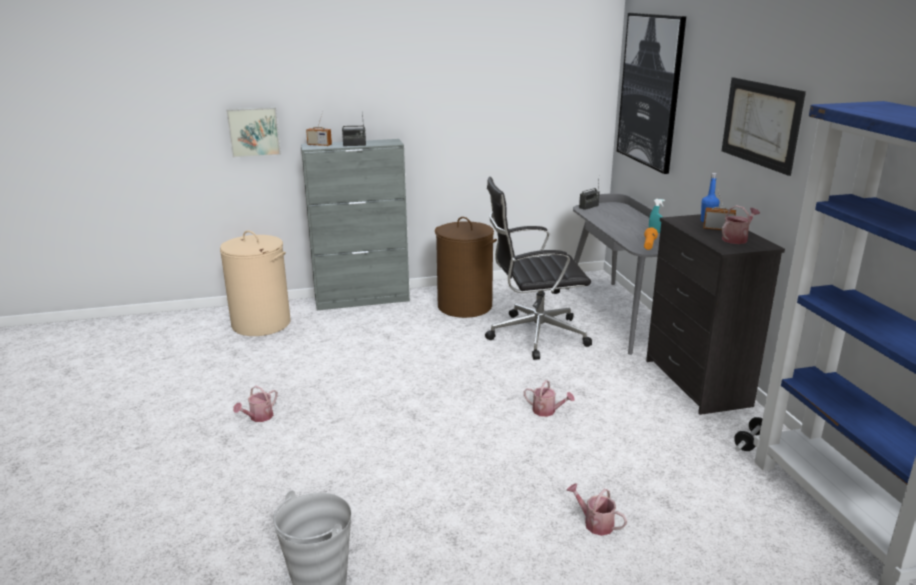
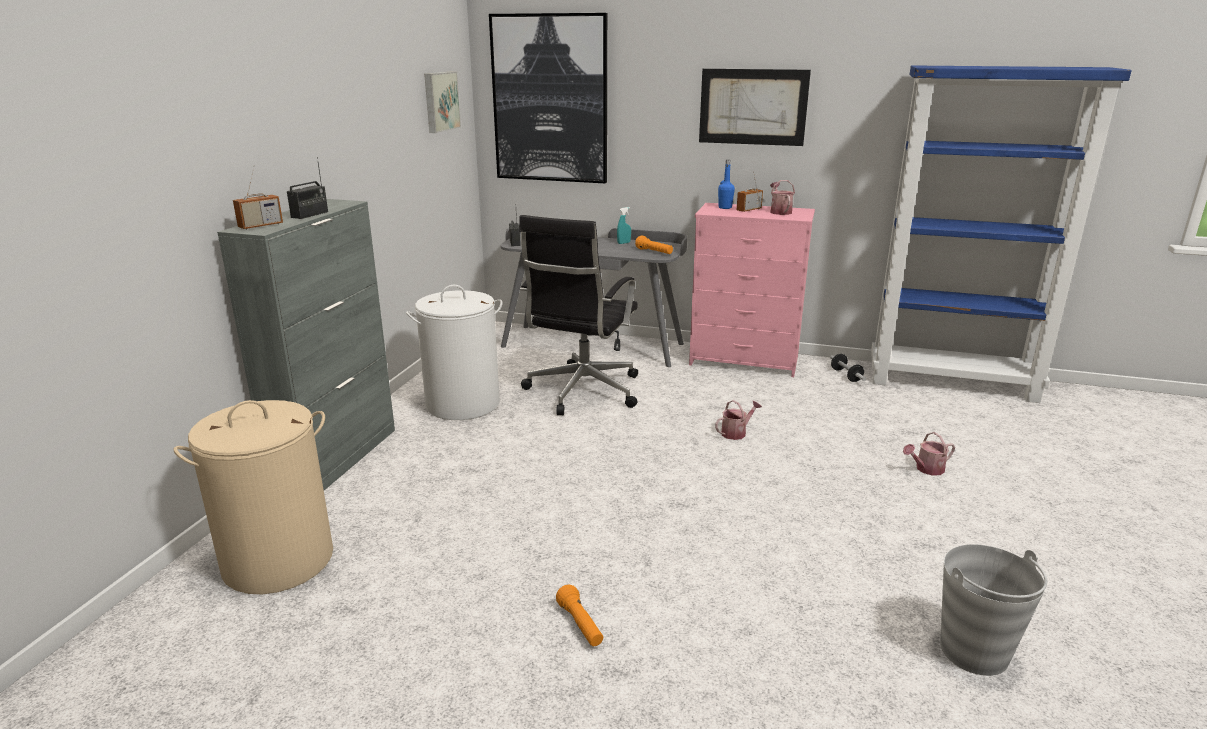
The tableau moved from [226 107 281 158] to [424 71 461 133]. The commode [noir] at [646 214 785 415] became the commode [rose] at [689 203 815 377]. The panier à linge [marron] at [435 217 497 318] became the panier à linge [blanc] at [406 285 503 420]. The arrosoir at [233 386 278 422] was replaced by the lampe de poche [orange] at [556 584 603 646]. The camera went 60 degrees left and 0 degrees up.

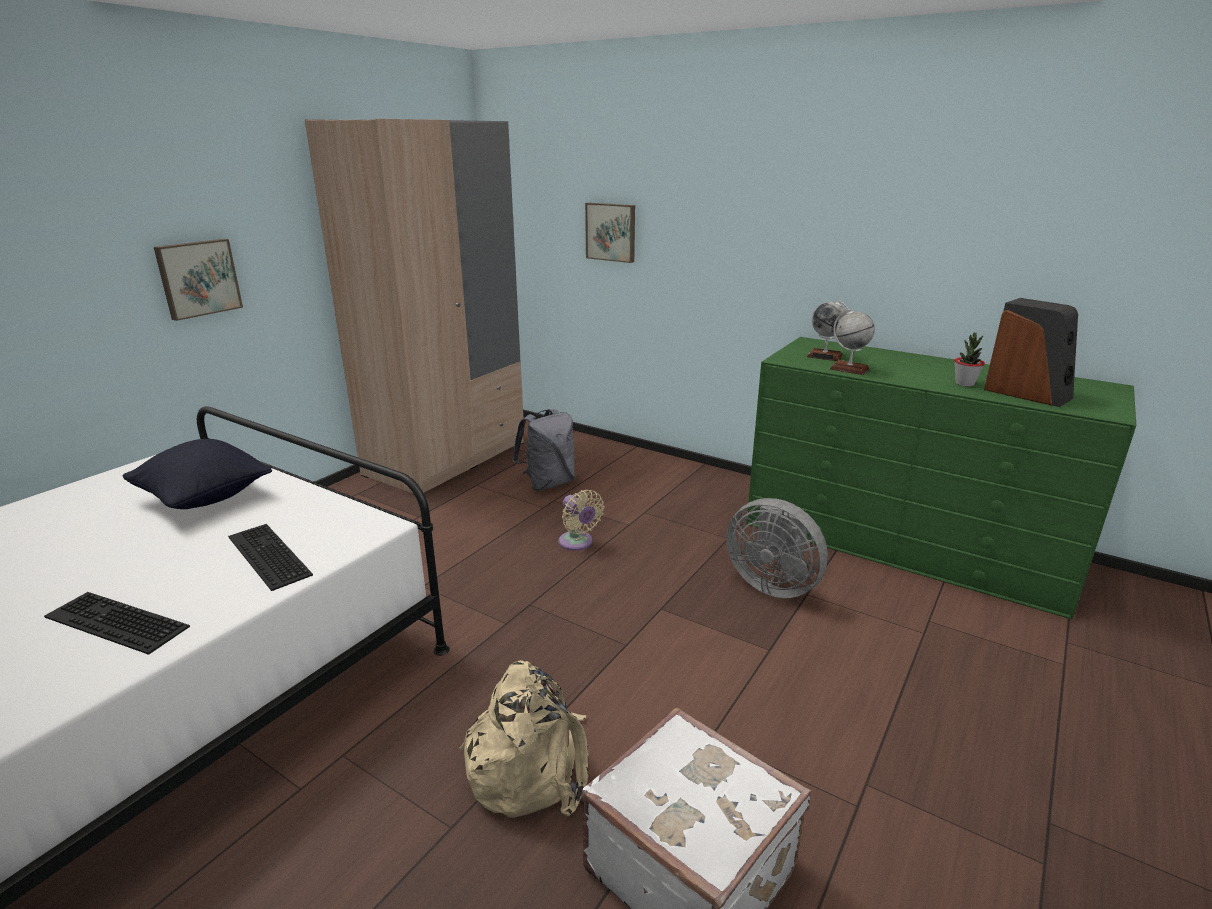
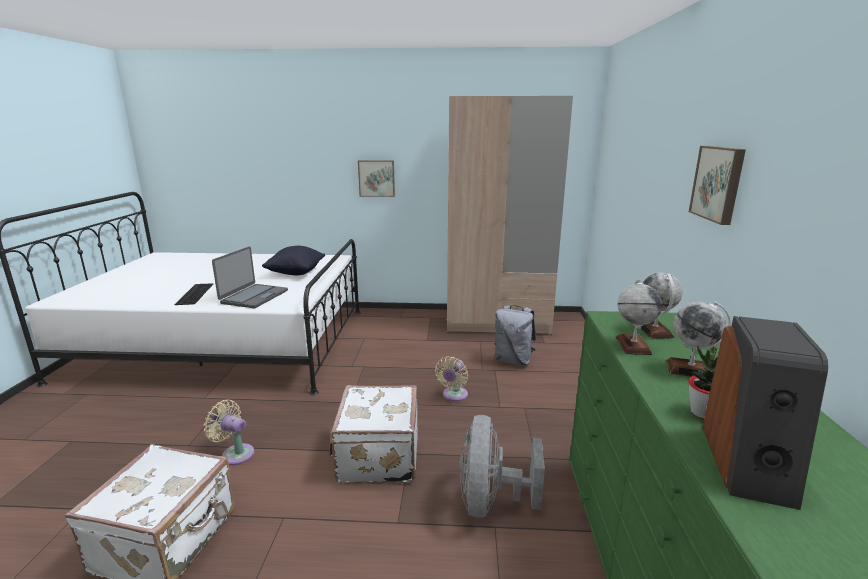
The tableau moved from [585 203 635 263] to [689 146 746 225]. The clavier at [228 524 313 591] was replaced by the ordinateur portable at [212 246 288 308]. The sac à dos [beige] at [459 660 589 818] was replaced by the ventilateur [beige] at [204 400 255 465]. The globe at [666 301 731 376] appeared. The valise [blanc] at [329 385 418 484] appeared. The camera went 60 degrees right and 5 degrees down.

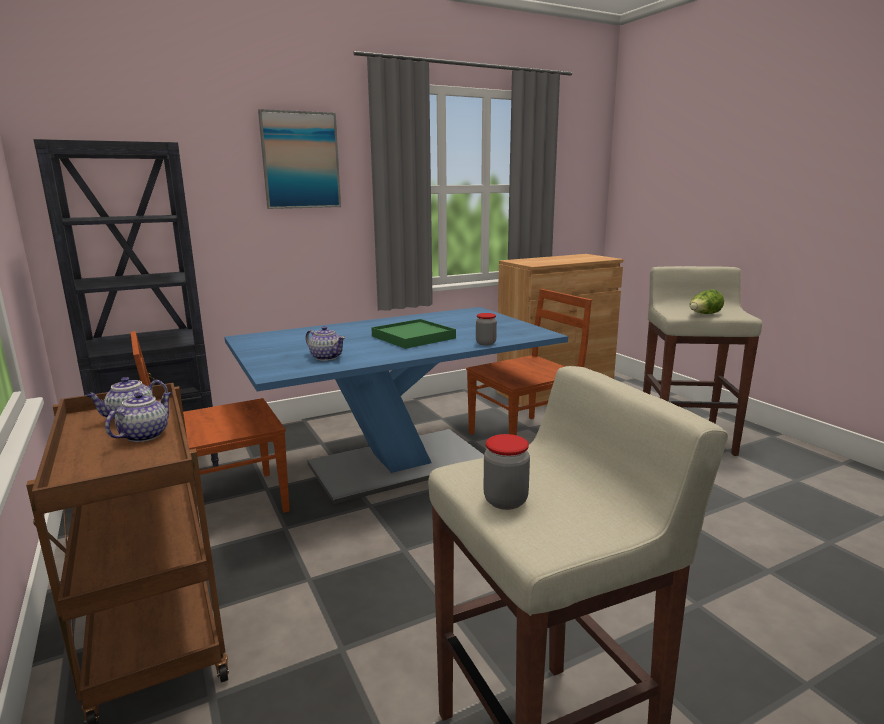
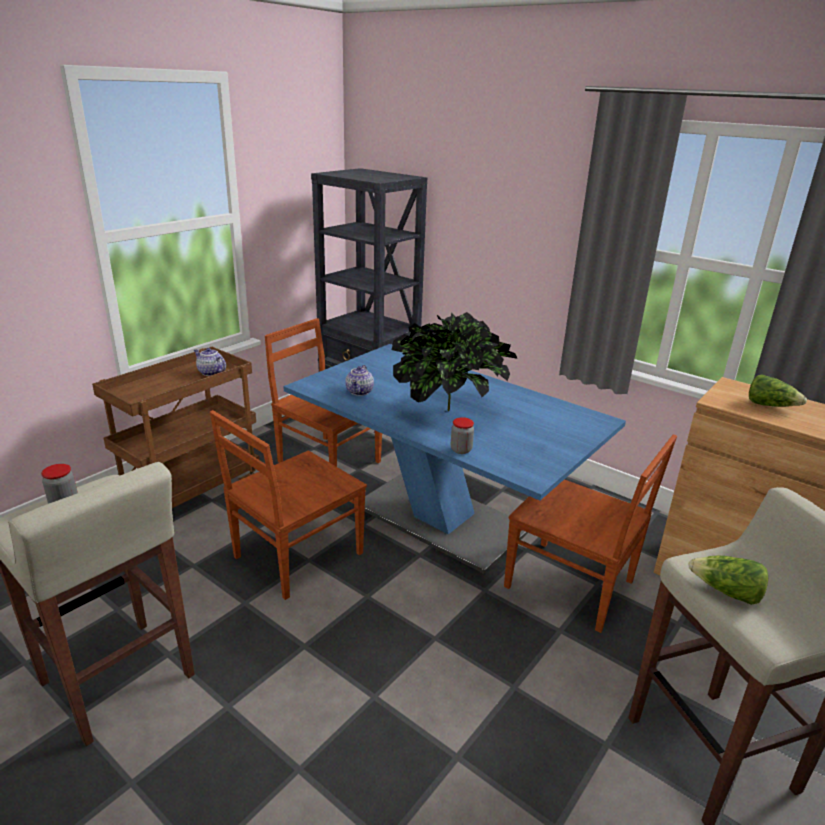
The tableau at [258 109 341 209] disappeared. The plateau [vert] at [371 319 456 349] was replaced by the plante en pot at [392 312 517 411]. The théière at [105 392 172 442] disappeared. The laitue at [749 374 807 407] appeared. The chaise [marron] at [210 410 367 600] appeared. The camera went 65 degrees right and 10 degrees up.

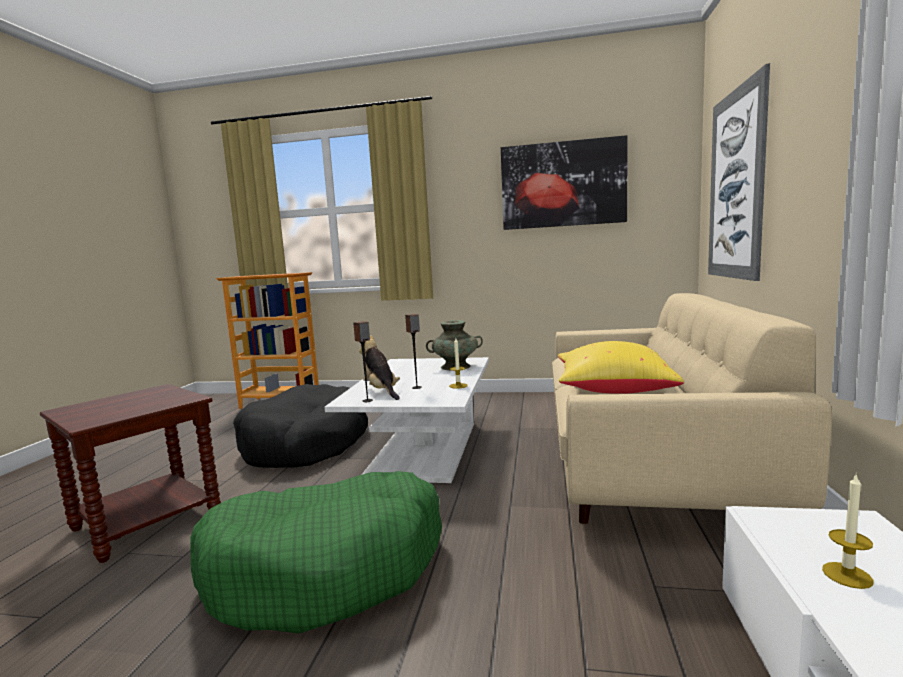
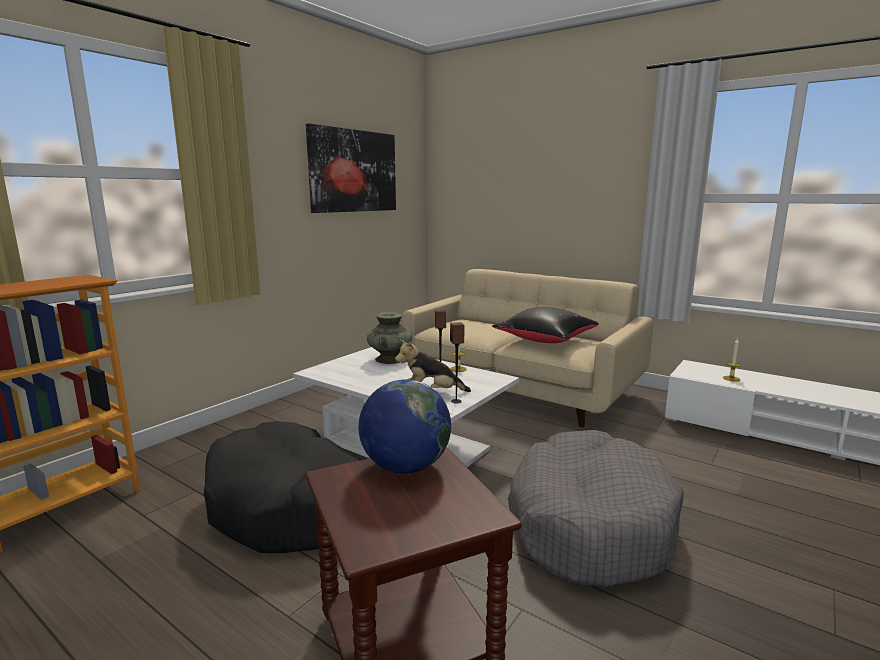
The tableau at [708 63 770 281] disappeared. The coussin [jaune] at [558 341 684 394] became the coussin [noir] at [492 307 599 343]. The panier pour chien [vert] at [190 471 442 633] became the panier pour chien [gris] at [508 430 684 587]. The globe at [358 379 451 474] appeared. The camera went 65 degrees left and 5 degrees up.

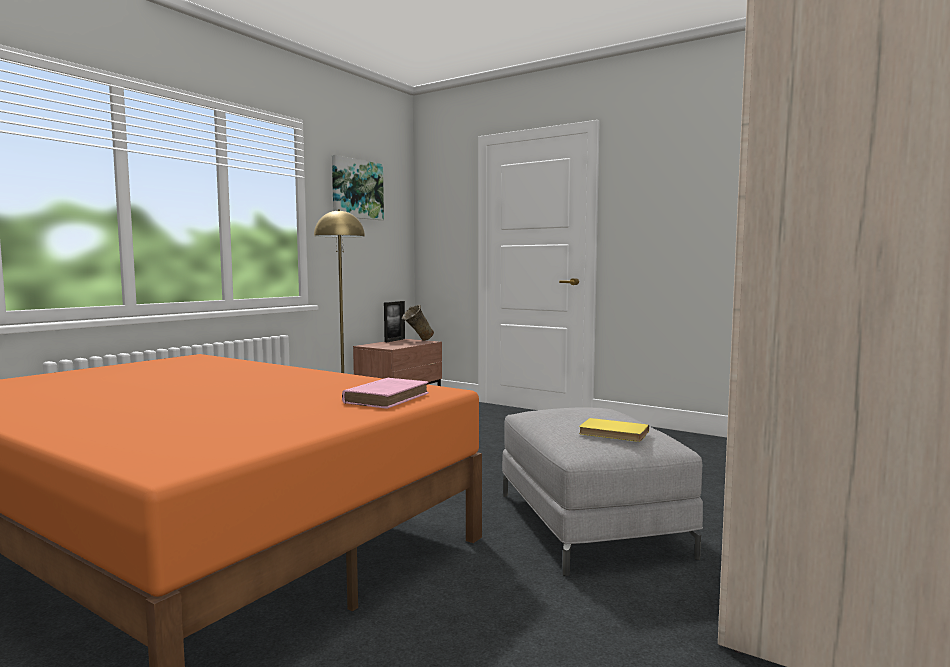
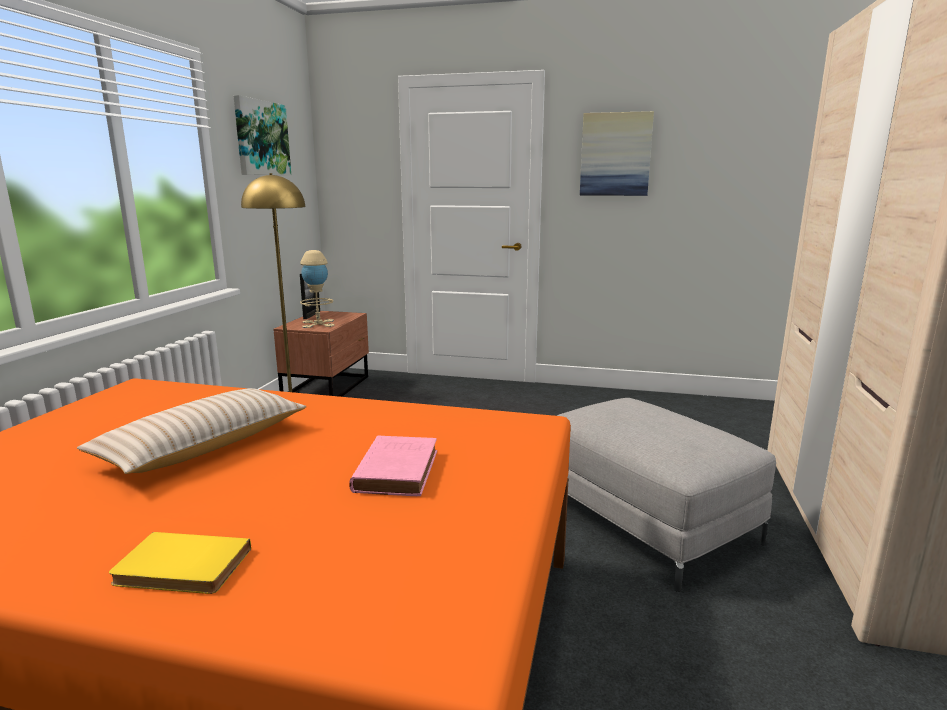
The vase [beige] at [402 305 434 341] disappeared. The livre [rose] moved from [342 378 429 408] to [349 435 437 496]. The livre [jaune] moved from [579 418 649 442] to [109 532 251 594]. The tableau at [580 111 654 196] appeared. The lampe de table [beige] at [300 250 335 328] appeared. The coussin [beige] at [77 388 306 474] appeared. The camera went 20 degrees left and 10 degrees up.

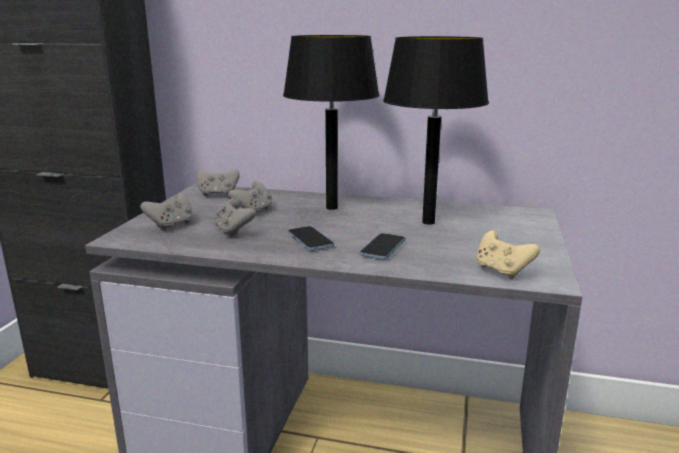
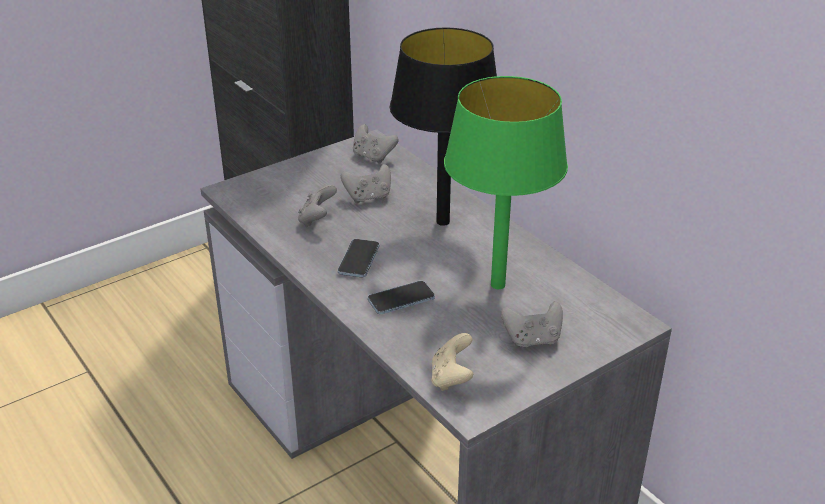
The lampe de table [noir] at [383 36 489 225] became the lampe de table [vert] at [444 76 568 289]. The manette [gris] moved from [140 193 193 231] to [501 301 563 348]. The camera went 40 degrees right and 15 degrees up.

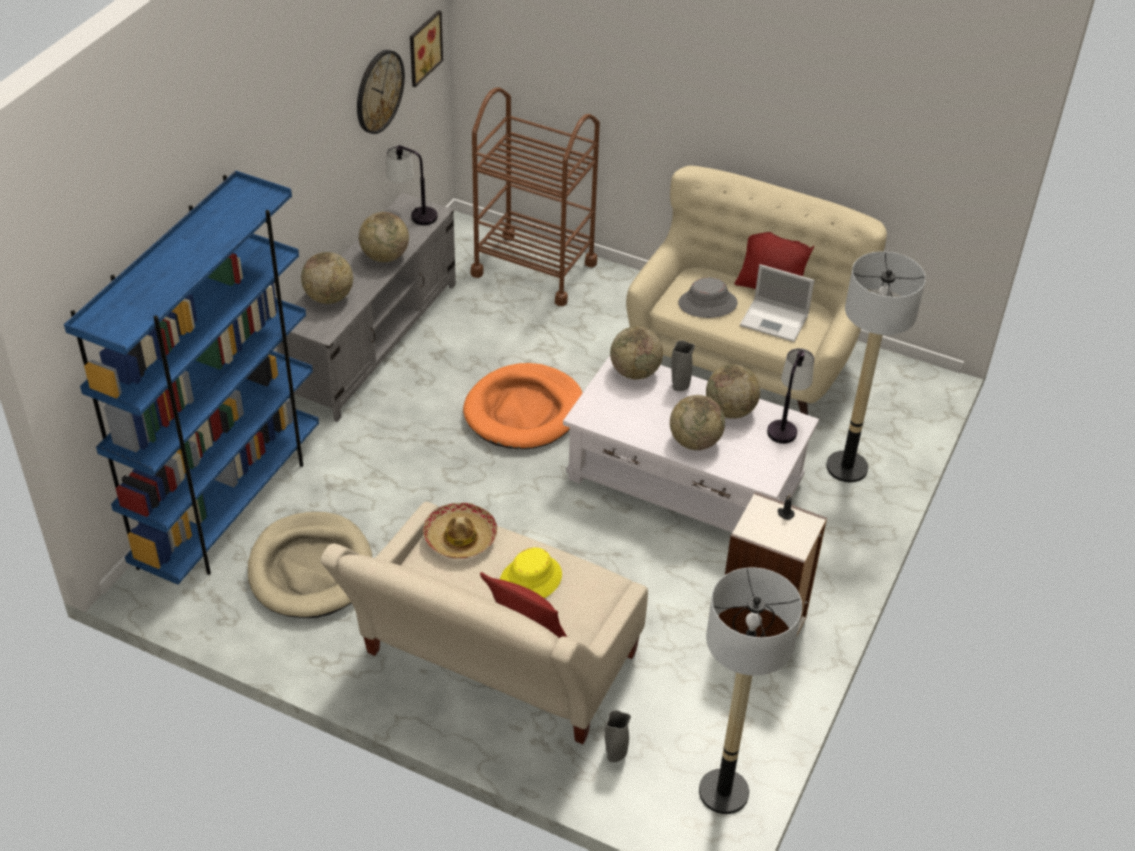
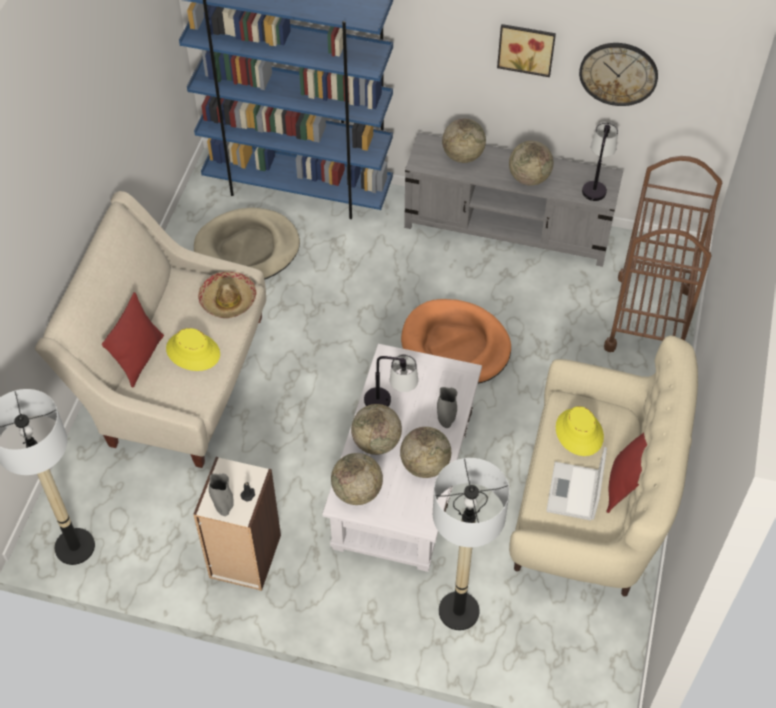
The tableau moved from [410 10 443 87] to [497 24 556 77]. The chapeau [gris] at [678 278 738 318] became the chapeau [jaune] at [556 406 604 456]. The globe moved from [610 326 663 380] to [331 453 383 505]. The lampe de table moved from [767 348 814 444] to [364 354 418 407]. The vase [gris] moved from [604 710 631 762] to [209 473 234 516]. The camera went 80 degrees right and 10 degrees up.

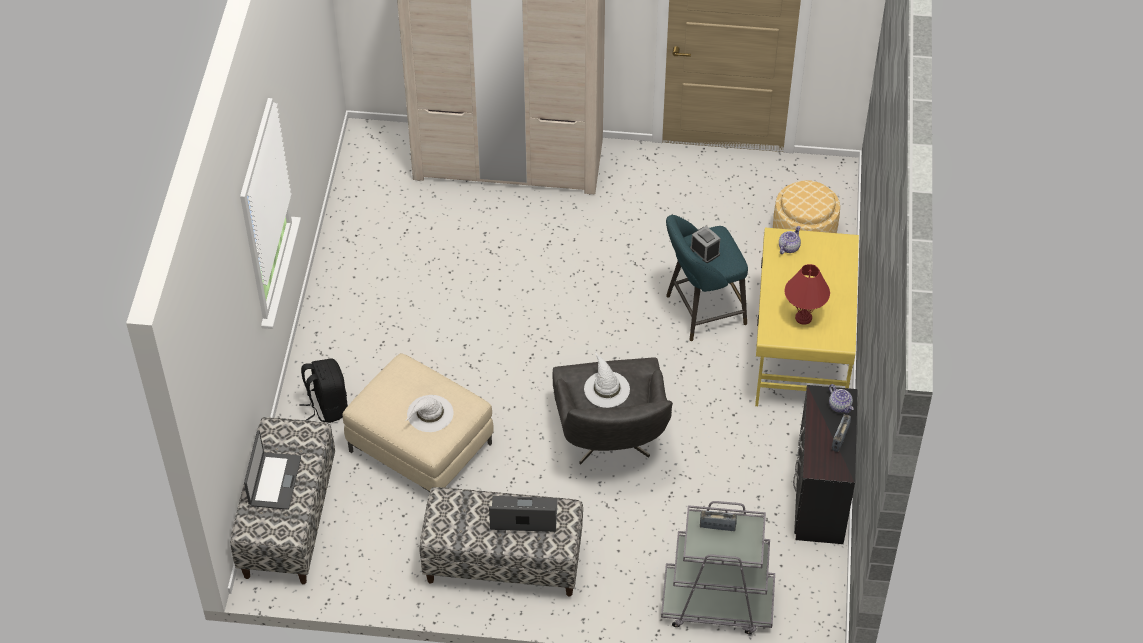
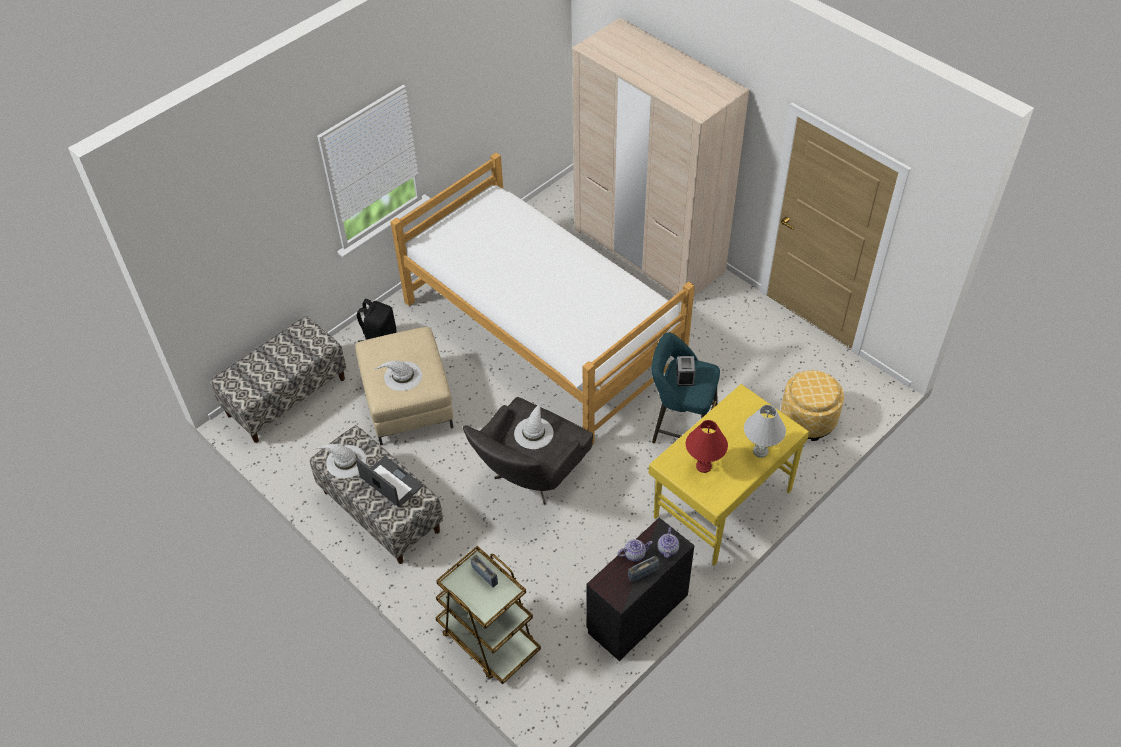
The théière moved from [779 226 801 254] to [618 539 653 562]. The ordinateur portable at [244 430 301 510] disappeared. The chariot [gris] at [661 501 775 634] became the chariot [marron] at [435 546 541 684]. The lit at [391 153 695 445] appeared. The lampe de table [blanc] at [744 405 786 458] appeared. The chapeau [blanc] at [315 444 366 478] appeared. The camera went 40 degrees right and 0 degrees up.

